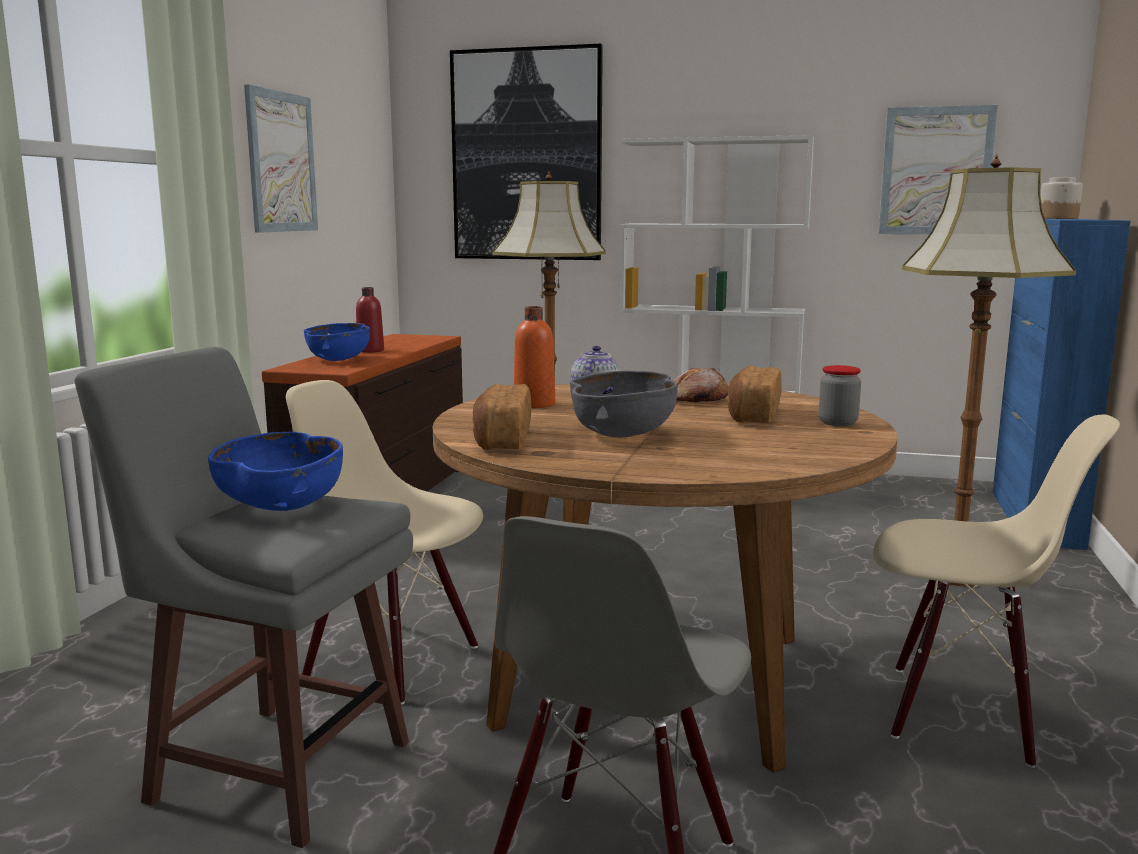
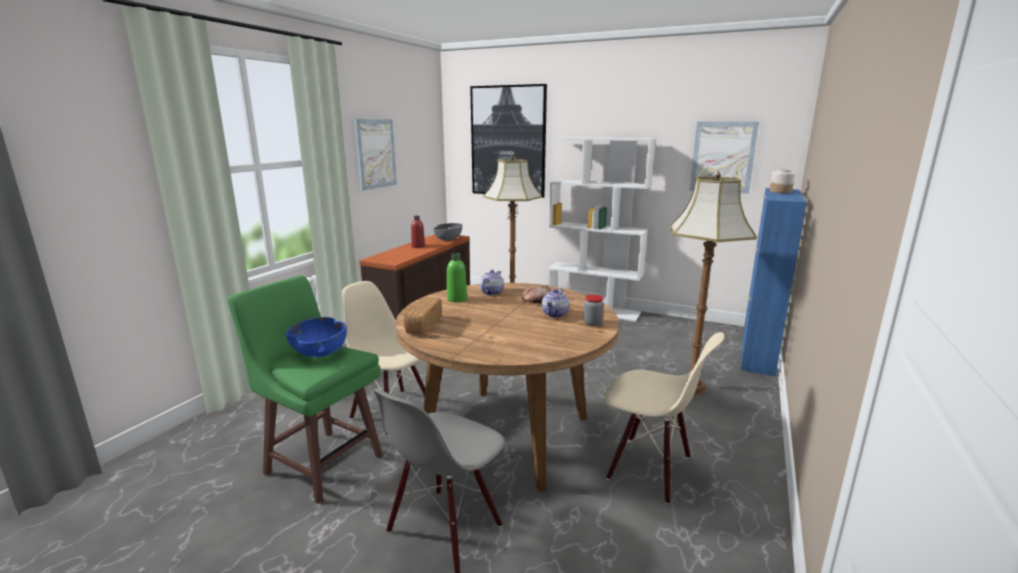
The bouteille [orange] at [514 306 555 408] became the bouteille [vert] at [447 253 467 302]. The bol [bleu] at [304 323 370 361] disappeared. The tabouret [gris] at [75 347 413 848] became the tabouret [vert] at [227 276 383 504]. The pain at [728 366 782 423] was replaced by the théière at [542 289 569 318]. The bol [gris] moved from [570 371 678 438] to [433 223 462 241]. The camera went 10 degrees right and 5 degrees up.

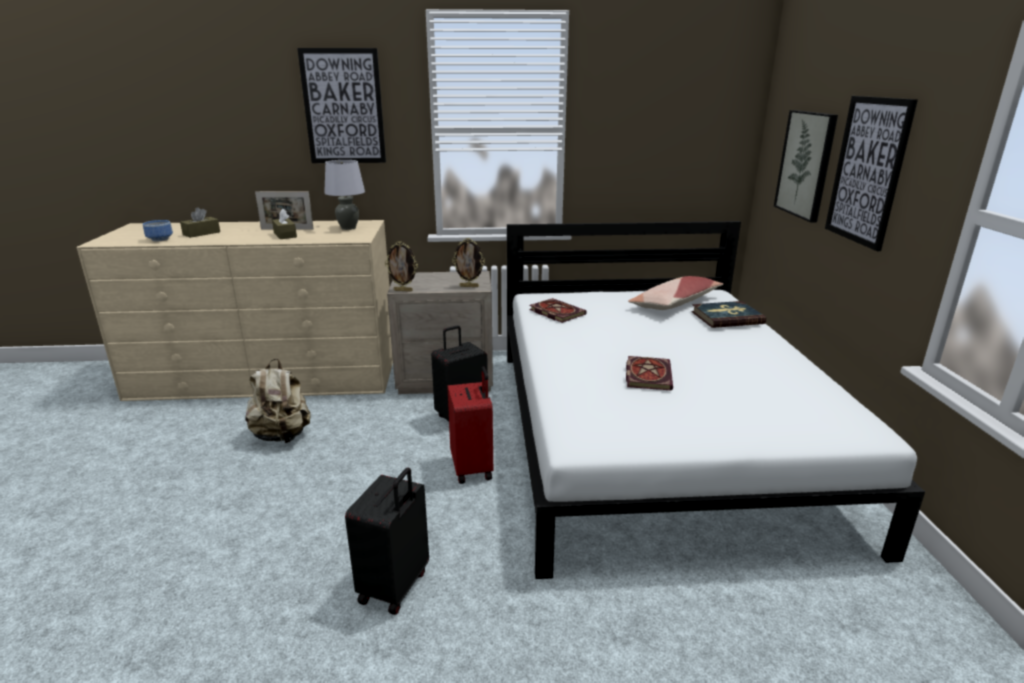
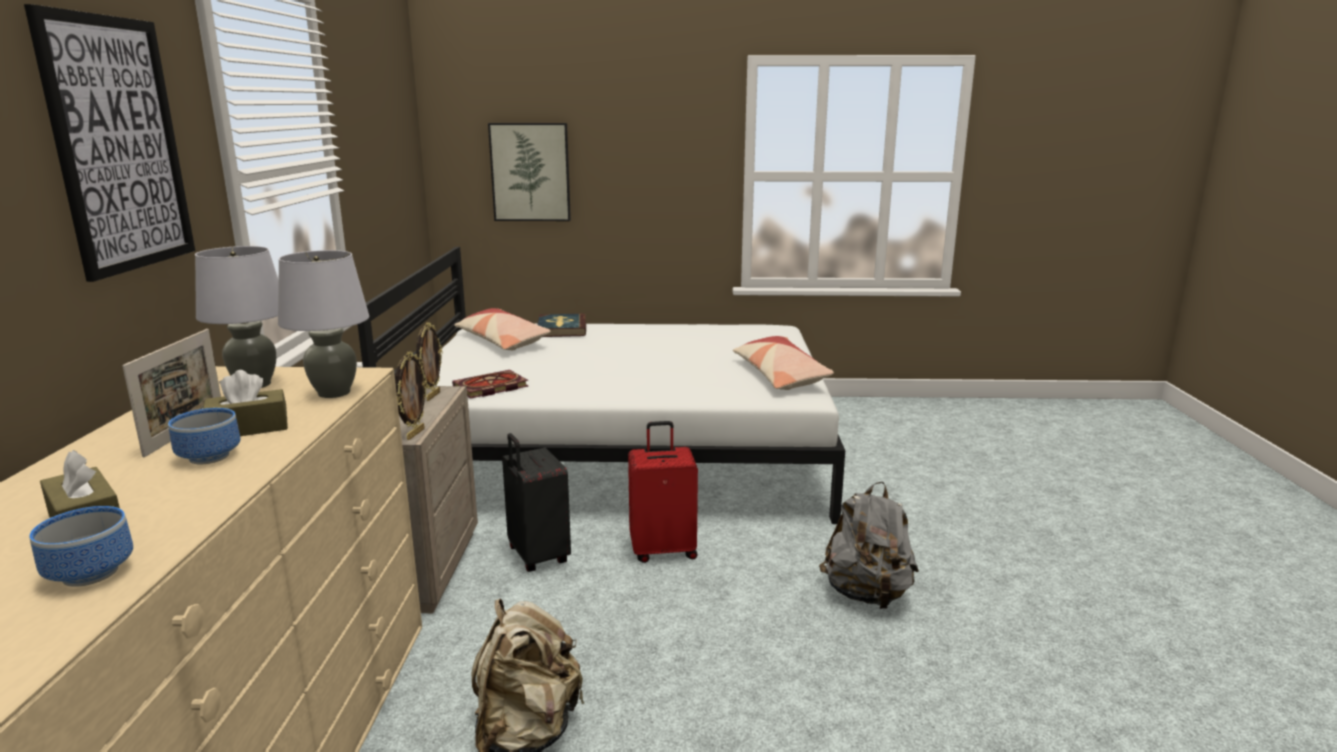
The tableau at [825 96 918 251] disappeared. The livre at [626 356 673 391] disappeared. The valise [noir] at [345 468 429 615] was replaced by the sac à dos [gris] at [819 482 919 609]. The lampe de table [gris] at [278 250 369 398] appeared. The coussin at [733 336 834 390] appeared. The bol at [168 408 240 464] appeared. The camera went 85 degrees left and 5 degrees down.

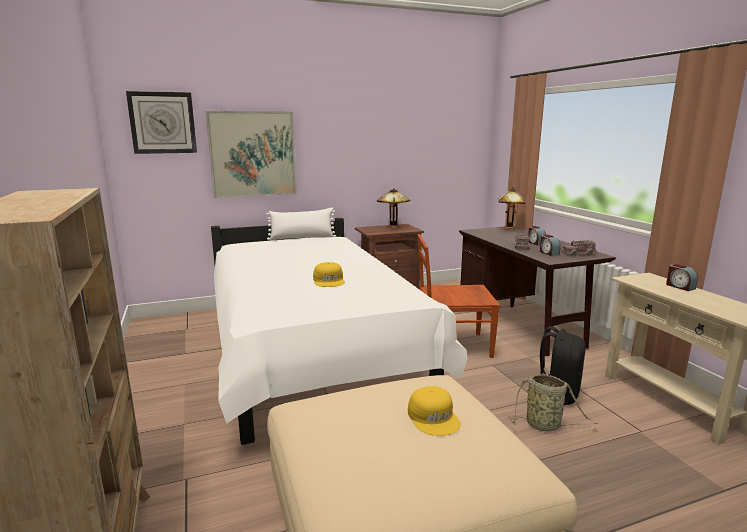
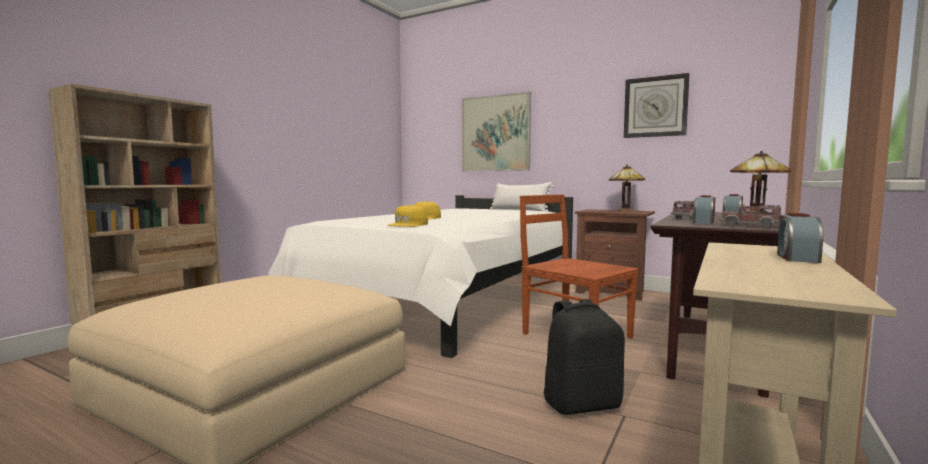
The horloge murale moved from [126 91 197 154] to [624 73 689 138]. The panier at [508 374 598 432] disappeared. The casquette [jaune] moved from [408 386 460 436] to [387 205 428 227]. The camera went 50 degrees right and 10 degrees down.

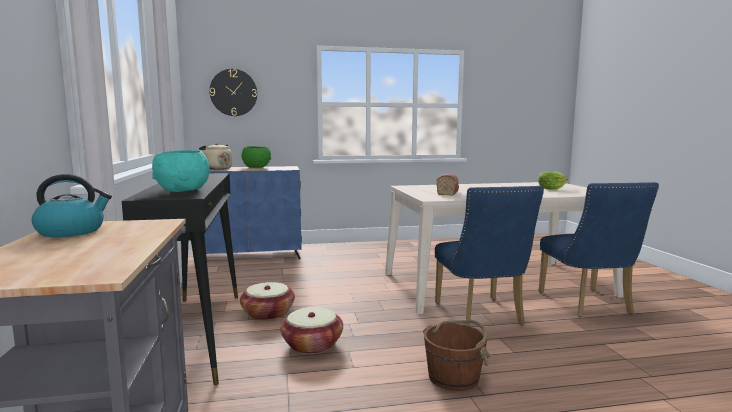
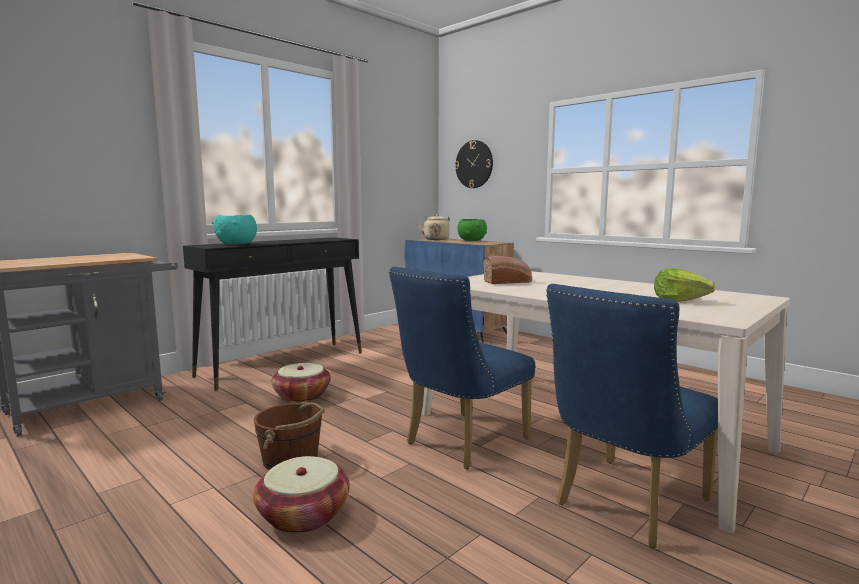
The bouilloire at [32 174 112 237] disappeared. The panier moved from [240 282 295 320] to [253 456 350 534]. The camera went 55 degrees right and 0 degrees up.

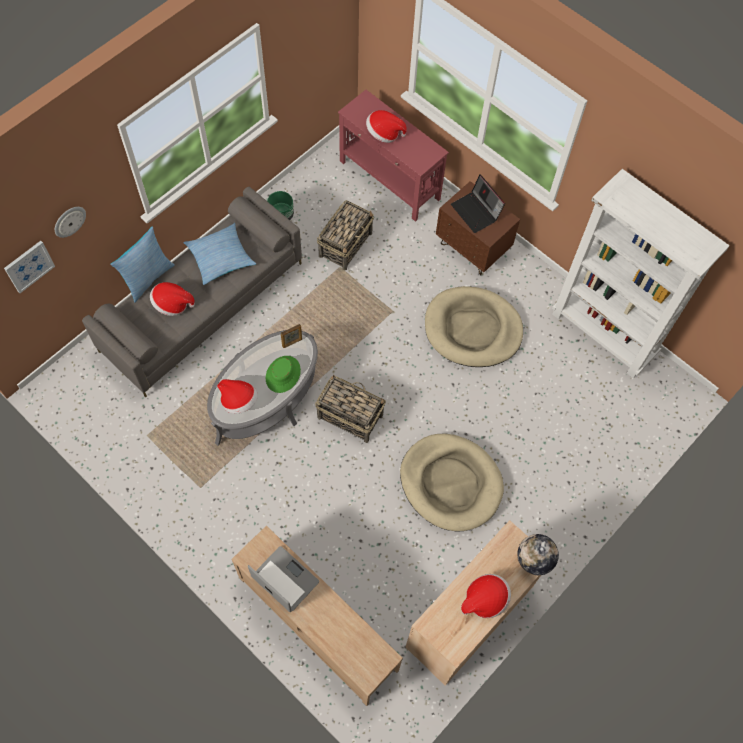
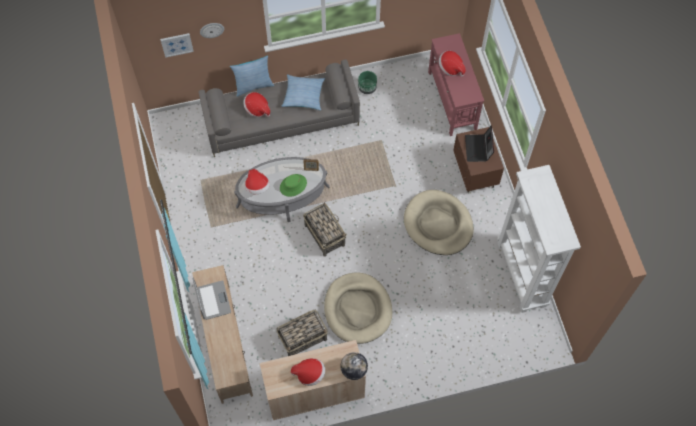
The panier moved from [317 200 374 270] to [276 309 328 356]. The camera went 35 degrees right and 0 degrees up.

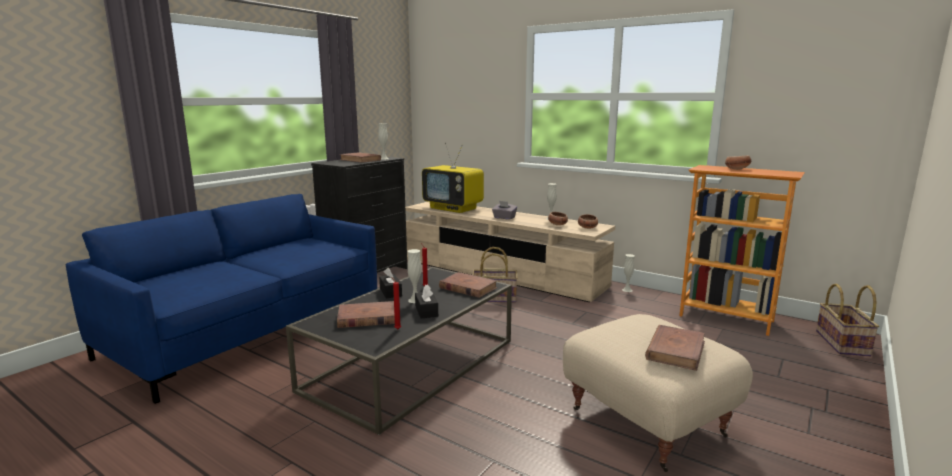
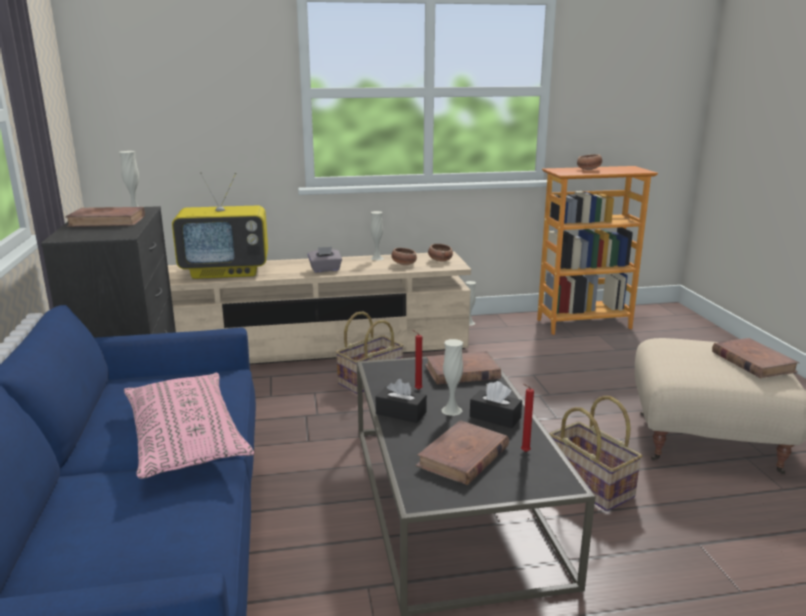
The panier moved from [816 284 879 356] to [549 396 643 511]. The coussin [rose] at [124 373 254 479] appeared. The camera went 45 degrees left and 5 degrees up.

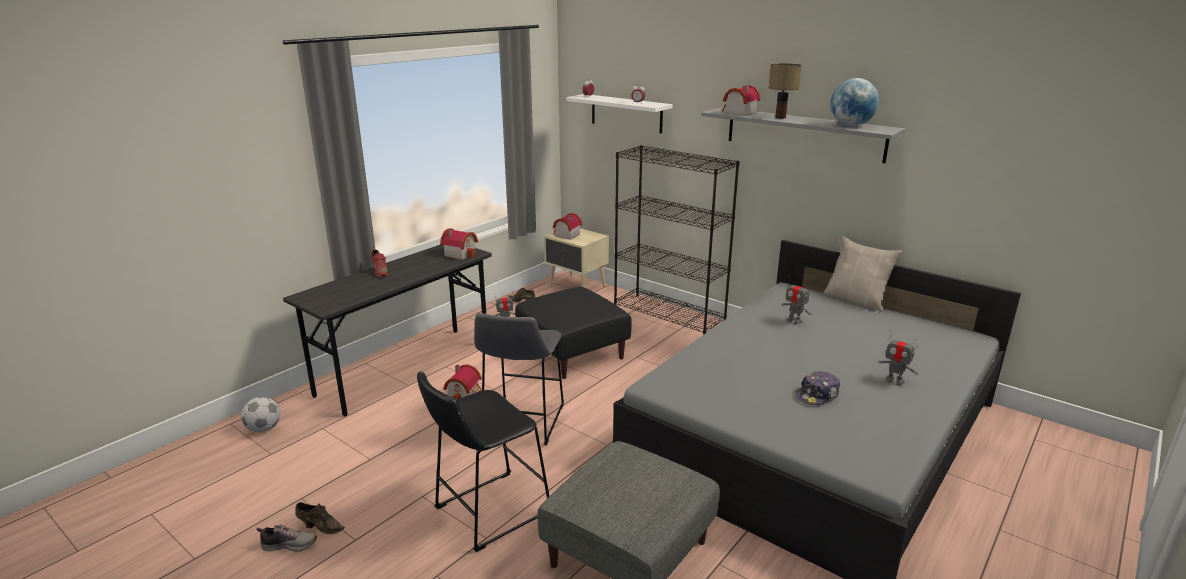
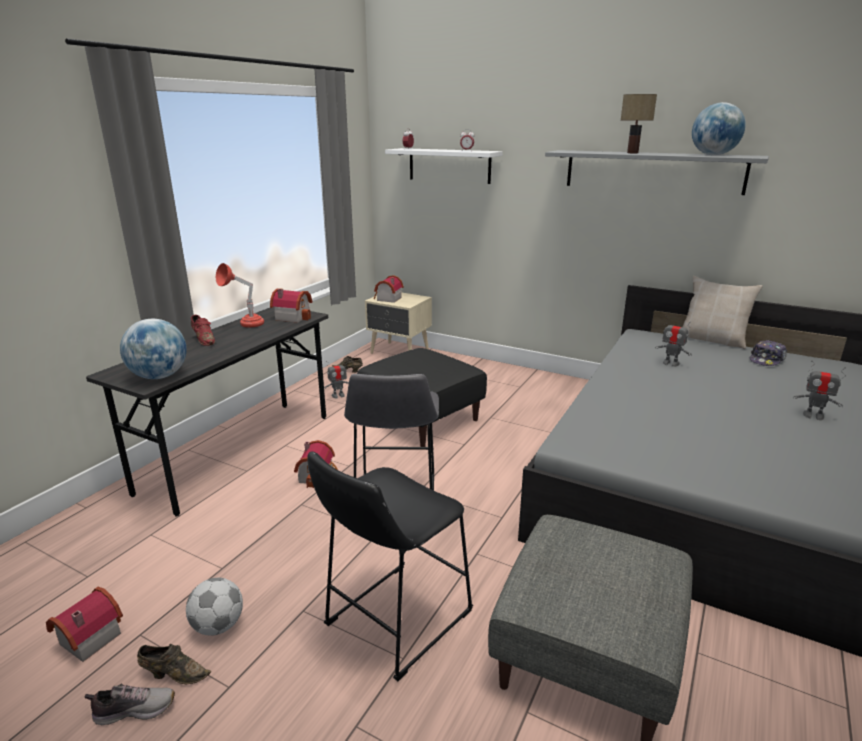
The maison miniature moved from [722 85 760 116] to [46 587 123 662]. The bibliothèque [noir] at [614 145 740 335] disappeared. The casquette moved from [795 371 840 405] to [750 340 787 366]. The ballon de foot moved from [241 397 280 432] to [186 578 243 636]. The lampe de table [rouge] at [216 263 264 327] appeared. The globe at [120 319 187 379] appeared. The camera went 10 degrees left and 0 degrees up.

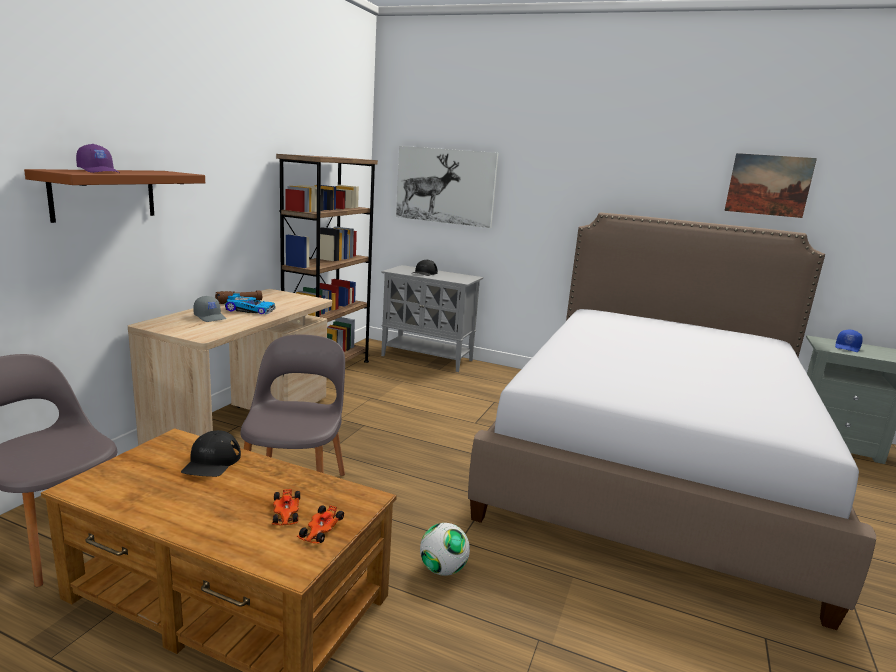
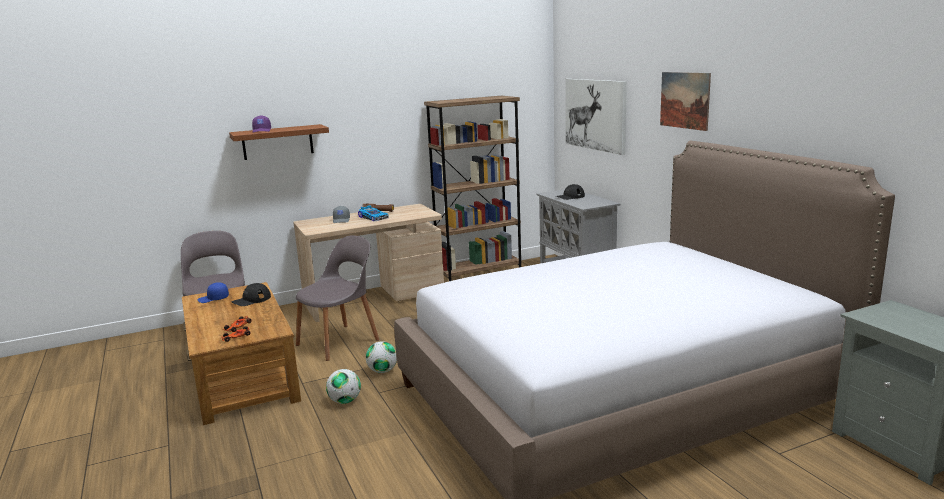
The tableau moved from [724 153 817 218] to [660 72 711 131]. The casquette [bleu] moved from [835 330 863 352] to [198 282 229 303]. The ballon de foot at [366 341 397 373] appeared. The camera went 45 degrees right and 0 degrees up.

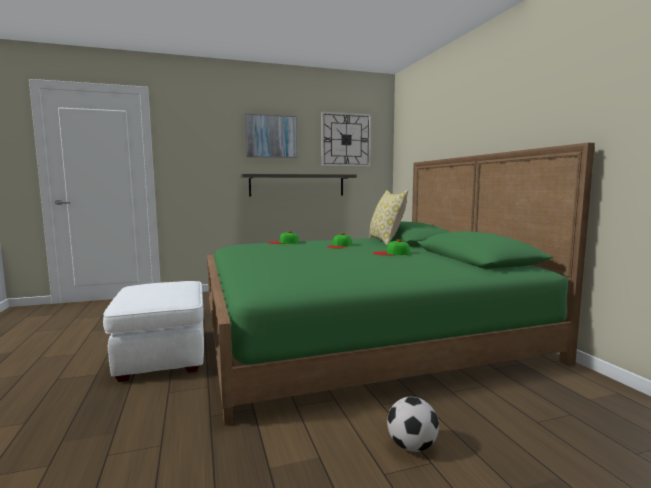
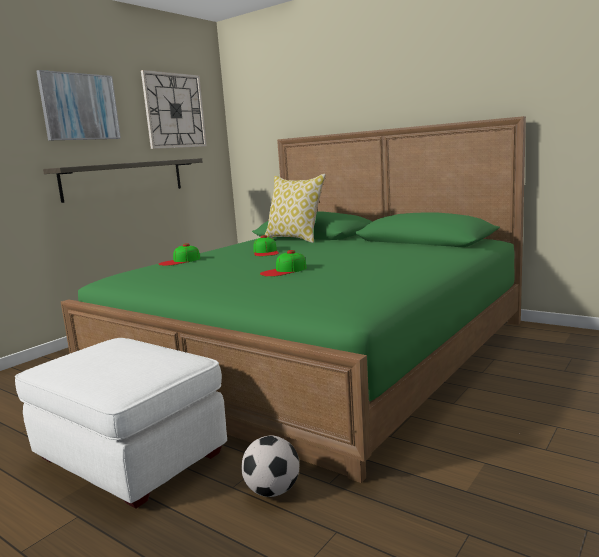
The casquette moved from [372 239 410 255] to [260 250 307 277]. The ballon de foot moved from [387 397 439 452] to [242 435 299 497]. The camera went 35 degrees left and 5 degrees up.

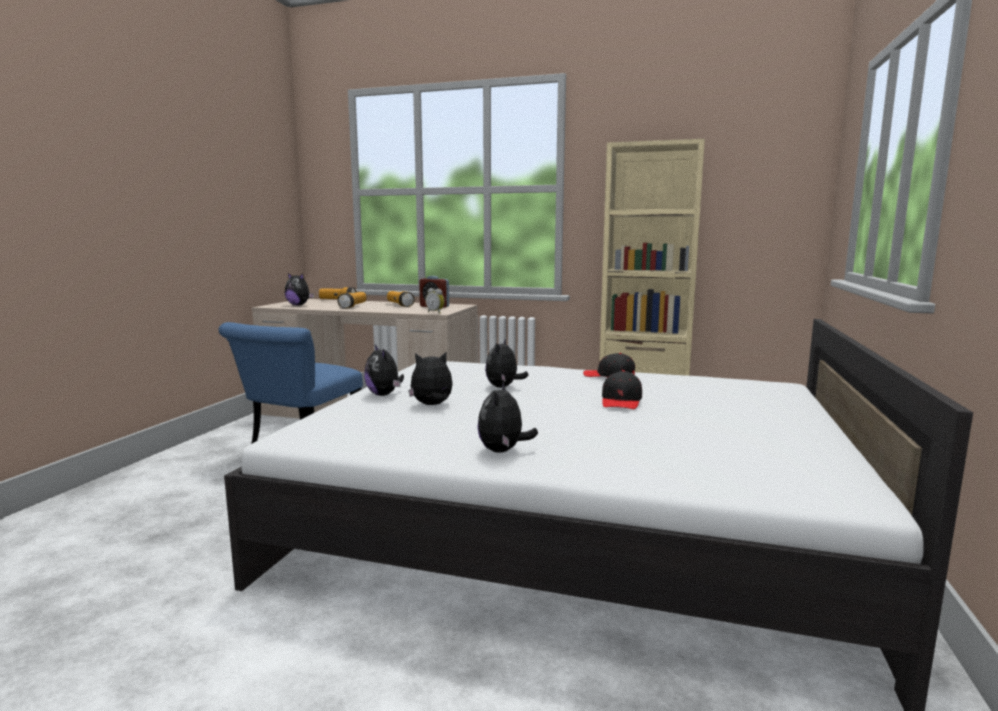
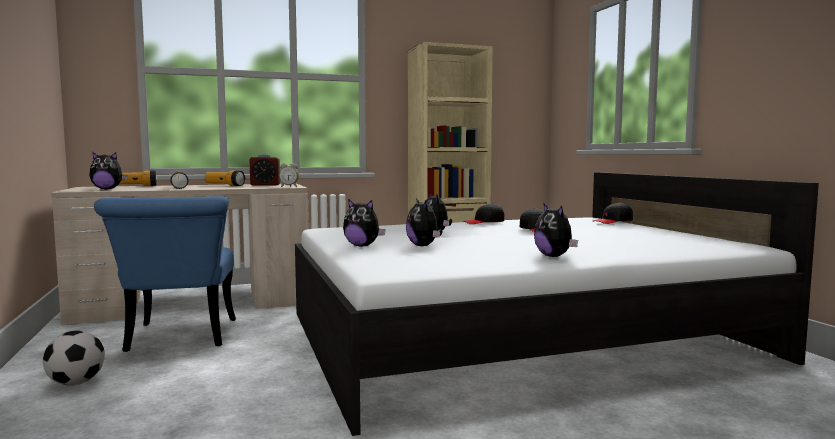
The peluche at [408 351 453 405] turned 60 degrees counterclockwise. The casquette [noir] at [593 202 633 224] appeared. The ballon de foot at [43 331 105 386] appeared. The camera went 35 degrees left and 5 degrees down.

